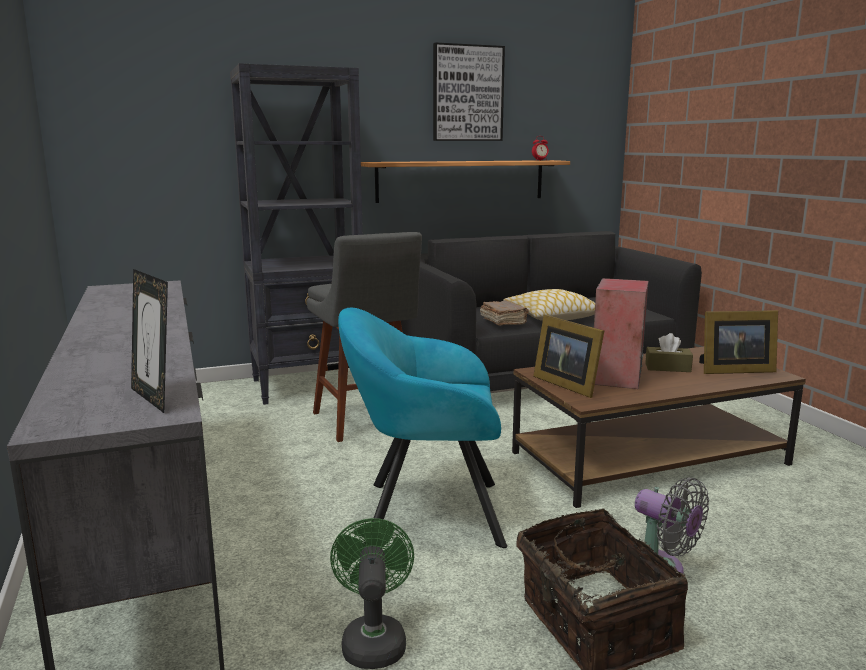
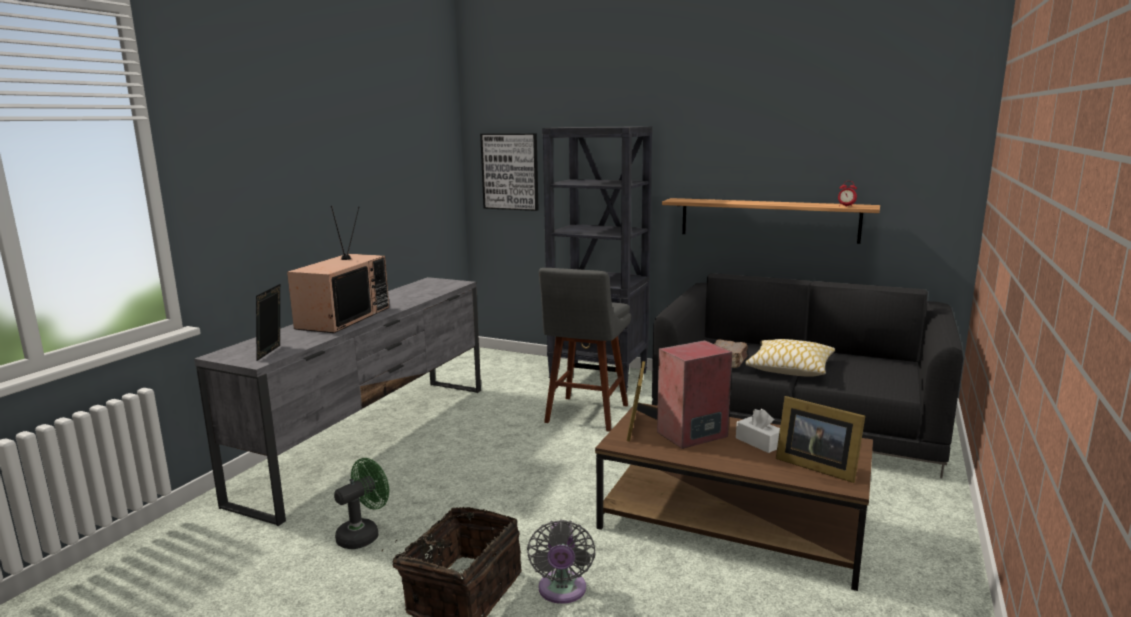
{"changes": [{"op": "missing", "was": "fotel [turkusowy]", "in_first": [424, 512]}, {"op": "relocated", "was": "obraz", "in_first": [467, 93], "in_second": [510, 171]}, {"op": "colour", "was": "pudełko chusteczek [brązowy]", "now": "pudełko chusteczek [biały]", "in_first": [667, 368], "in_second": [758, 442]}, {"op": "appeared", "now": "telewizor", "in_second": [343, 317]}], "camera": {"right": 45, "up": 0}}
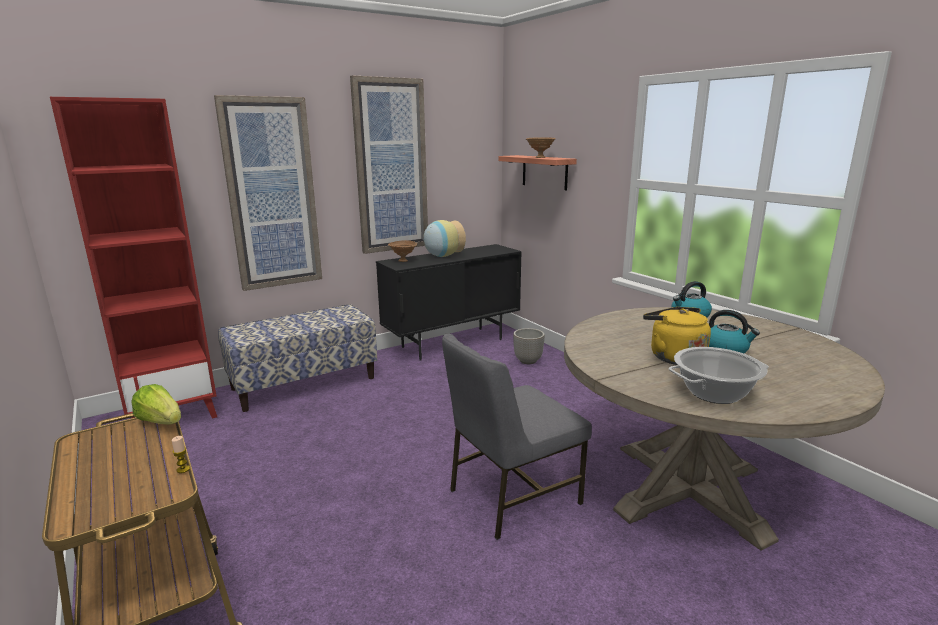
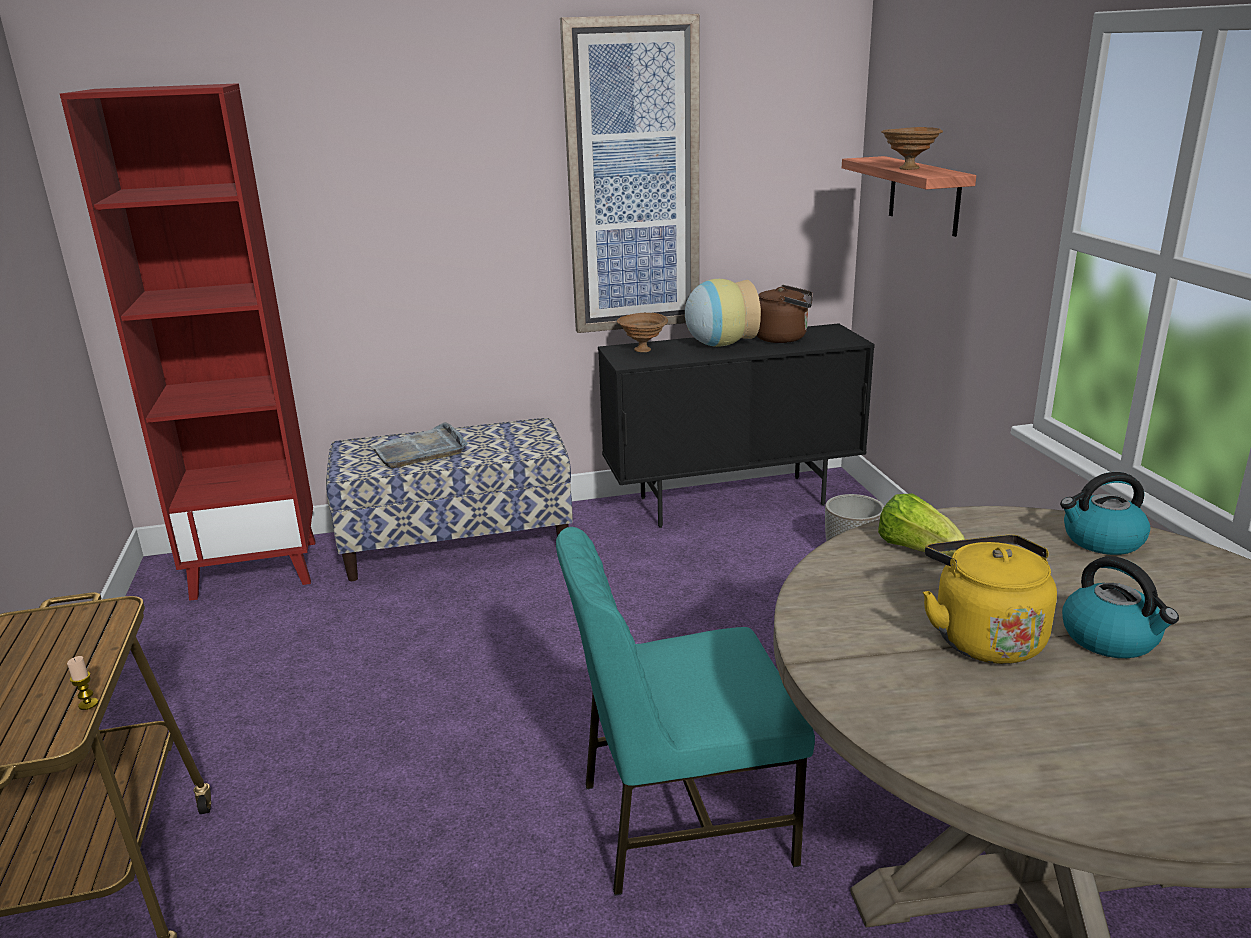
{"changes": [{"op": "relocated", "was": "sałata", "in_first": [161, 421], "in_second": [917, 549]}, {"op": "missing", "was": "obraz", "in_first": [272, 195]}, {"op": "colour", "was": "krzesło [szary]", "now": "krzesło [turkusowy]", "in_first": [511, 496], "in_second": [681, 820]}, {"op": "missing", "was": "garnek", "in_first": [714, 393]}, {"op": "appeared", "now": "taca [szary]", "in_second": [420, 450]}, {"op": "appeared", "now": "czajnik [brązowy]", "in_second": [783, 338]}], "camera": {"right": 20, "up": 5}}
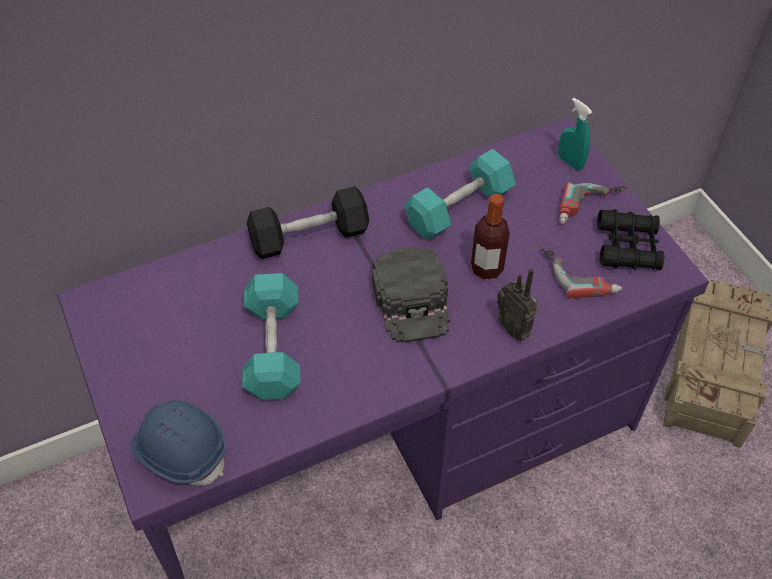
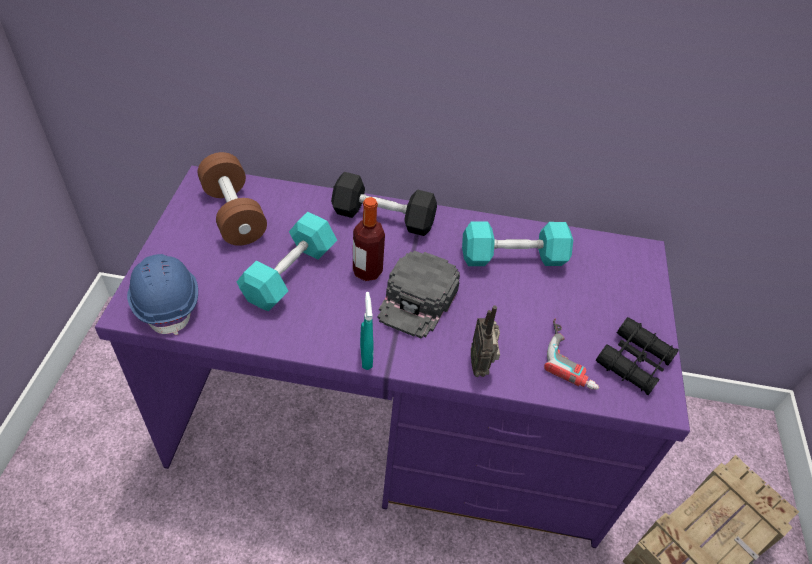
{"changes": [{"op": "relocated", "was": "butelka", "in_first": [486, 268], "in_second": [367, 271]}, {"op": "relocated", "was": "spryskiwacz [turkusowy]", "in_first": [570, 162], "in_second": [366, 357]}, {"op": "missing", "was": "wiertarka", "in_first": [591, 208]}, {"op": "appeared", "now": "hantel [brązowy]", "in_second": [234, 214]}], "camera": {"right": 30, "up": -5}}
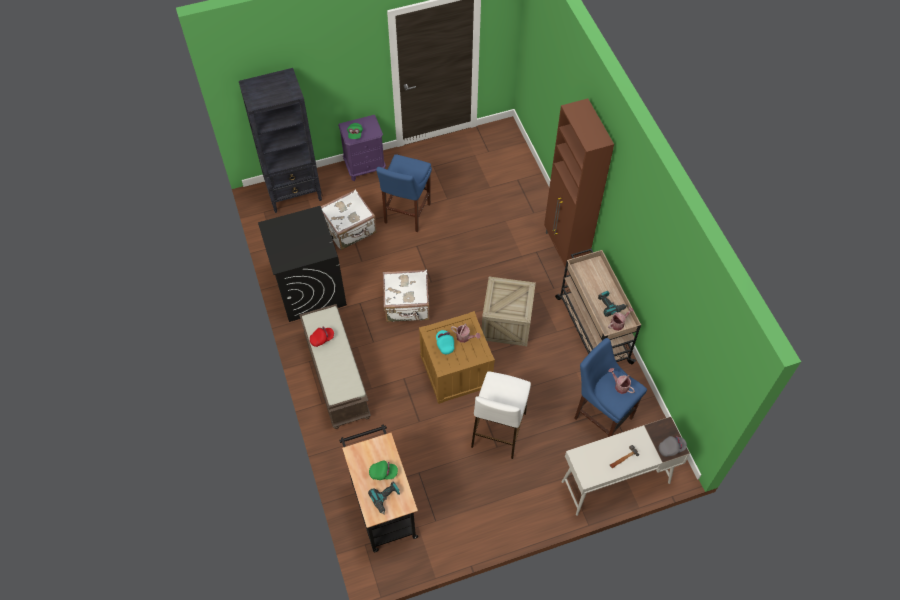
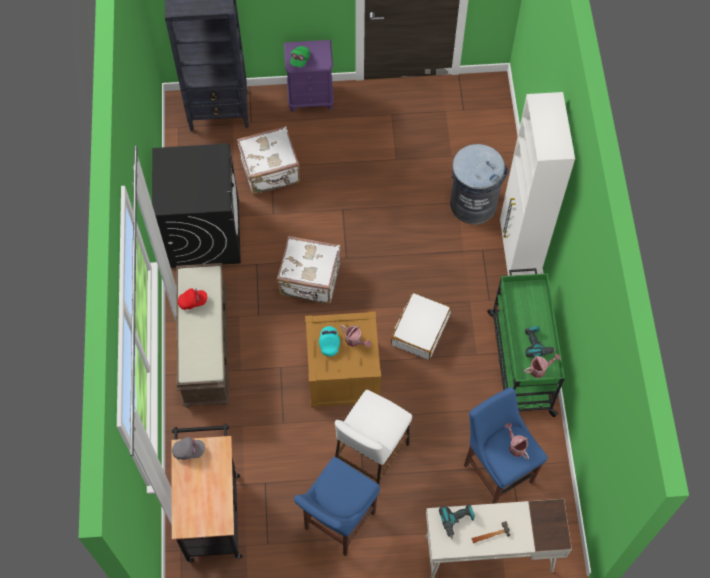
{"changes": [{"op": "relocated", "was": "wiertarka", "in_first": [386, 498], "in_second": [457, 521]}, {"op": "missing", "was": "czapka z daszkiem [zielony]", "in_first": [383, 473]}, {"op": "relocated", "was": "stołek [niebieski]", "in_first": [406, 215], "in_second": [337, 523]}, {"op": "exchanged", "was": "skrzynka", "now": "walizka [biały]", "in_first": [506, 323], "in_second": [420, 330]}, {"op": "colour", "was": "szafka [brązowy]", "now": "szafka [biały]", "in_first": [564, 250], "in_second": [517, 256]}, {"op": "colour", "was": "wózek [beżowy]", "now": "wózek [zielony]", "in_first": [592, 329], "in_second": [520, 362]}, {"op": "relocated", "was": "czapka z daszkiem [szary]", "in_first": [671, 448], "in_second": [189, 451]}, {"op": "appeared", "now": "kosz na śmieci [szary]", "in_second": [473, 203]}], "camera": {"right": 15, "up": 5}}
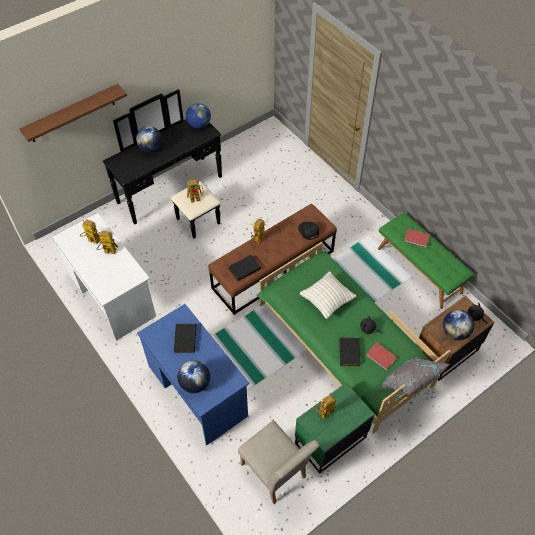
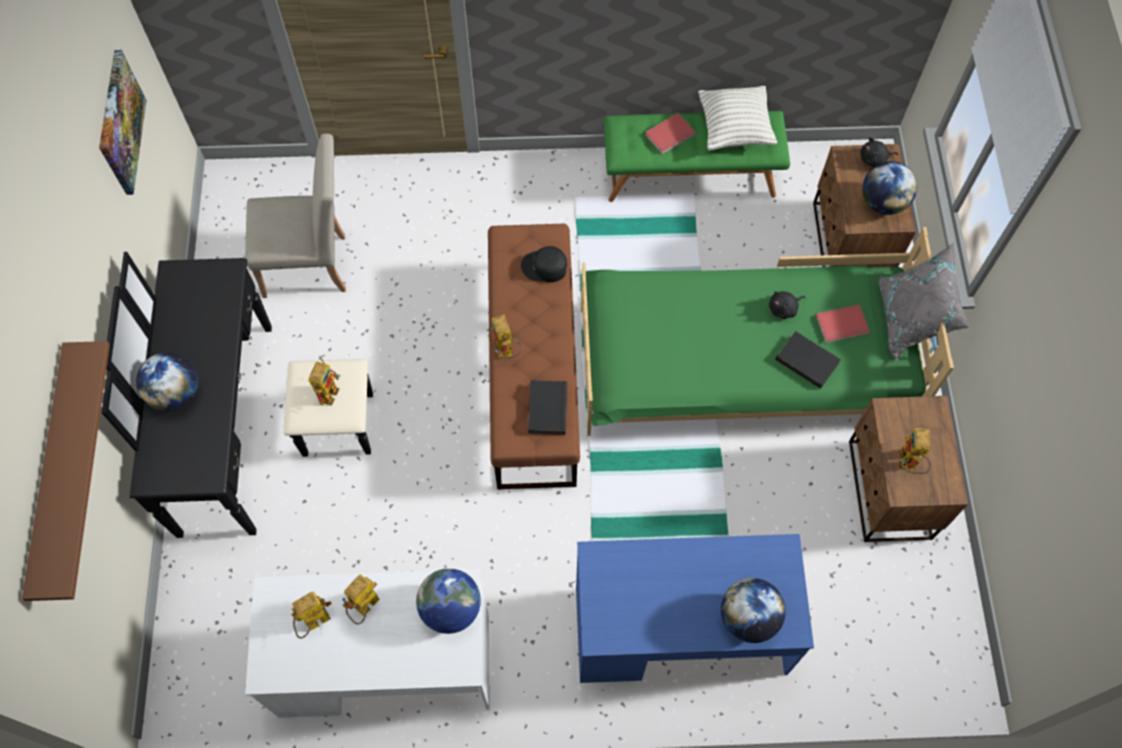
{"changes": [{"op": "missing", "was": "książka [czarny]", "in_first": [184, 339]}, {"op": "relocated", "was": "globus", "in_first": [199, 125], "in_second": [451, 609]}, {"op": "relocated", "was": "krzesło [beżowy]", "in_first": [276, 475], "in_second": [313, 266]}, {"op": "colour", "was": "szafka nocna [zielony]", "now": "szafka nocna [brązowy]", "in_first": [329, 440], "in_second": [888, 490]}, {"op": "relocated", "was": "poduszka", "in_first": [327, 301], "in_second": [734, 129]}, {"op": "appeared", "now": "obraz", "in_second": [120, 123]}], "camera": {"right": -55, "up": 10}}
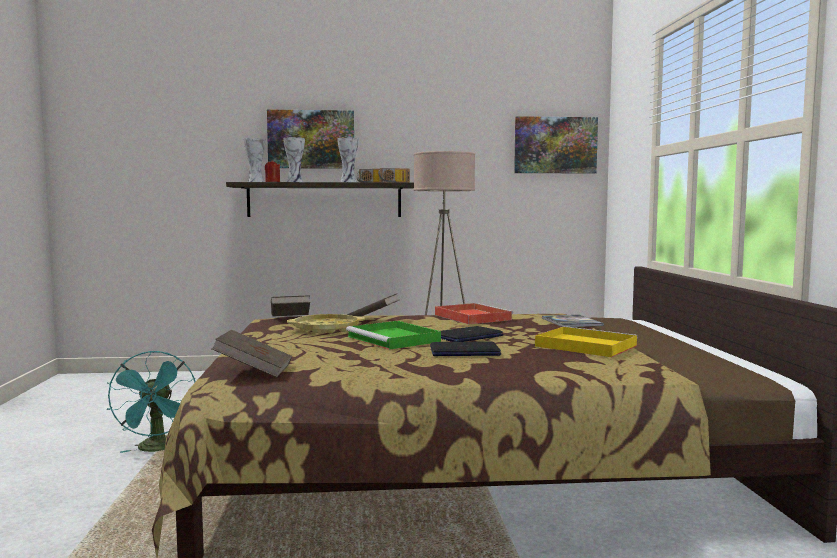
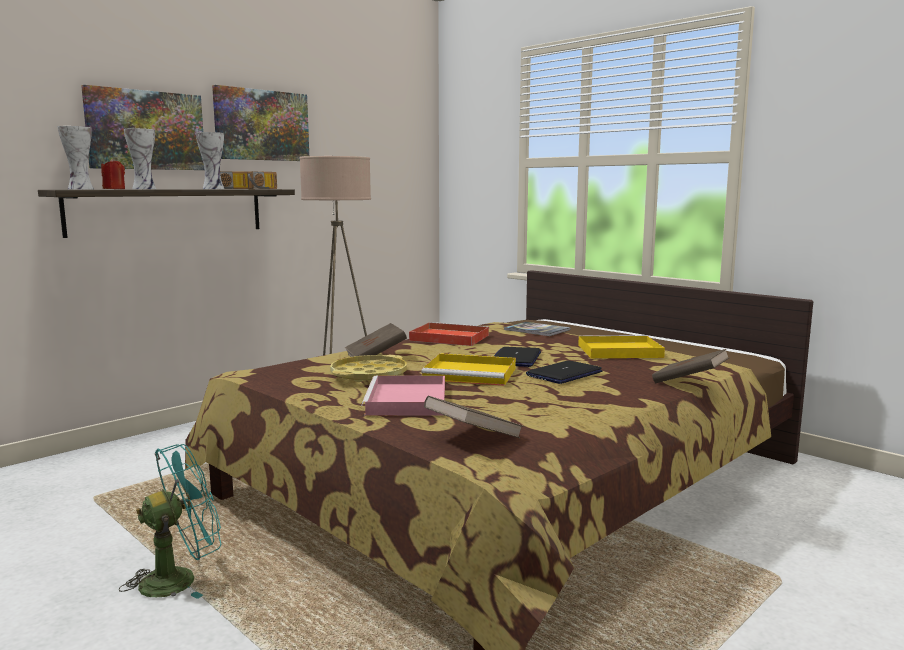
{"changes": [{"op": "spun", "was": "wentylator [turkusowy]", "in_first": [157, 449], "in_second": [179, 578], "clockwise": -75}, {"op": "relocated", "was": "książka [brązowy]", "in_first": [290, 319], "in_second": [689, 382]}, {"op": "colour", "was": "taca [zielony]", "now": "taca [żółty]", "in_first": [394, 339], "in_second": [472, 374]}, {"op": "relocated", "was": "obraz", "in_first": [555, 145], "in_second": [262, 125]}, {"op": "appeared", "now": "taca [różowy]", "in_second": [407, 401]}], "camera": {"right": -40, "up": 5}}
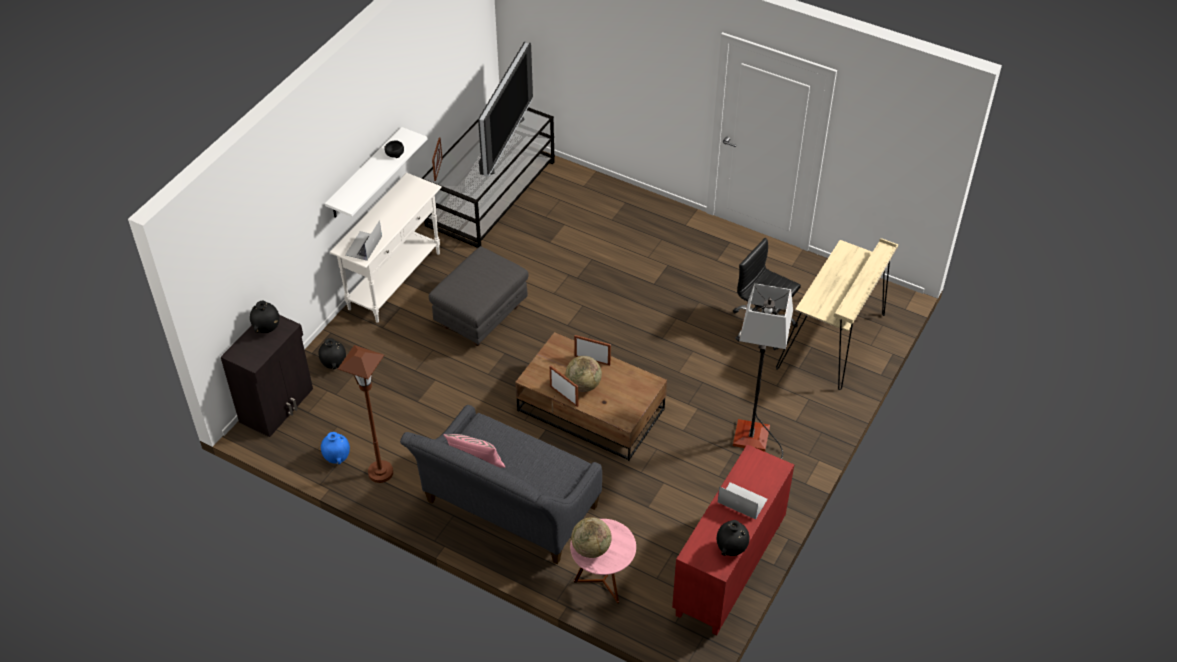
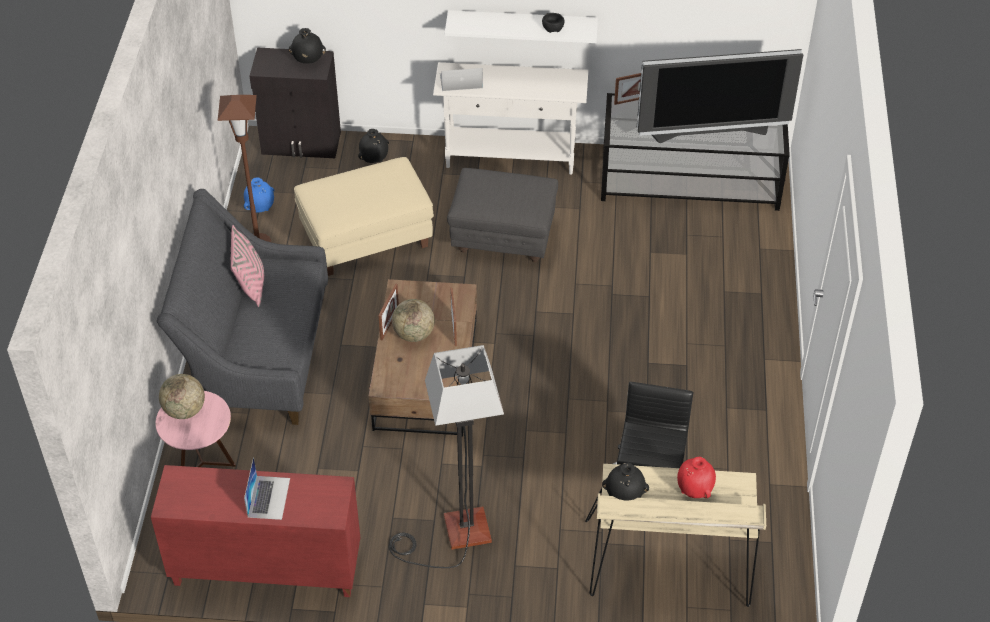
{"changes": [{"op": "relocated", "was": "wazon [czarny]", "in_first": [731, 548], "in_second": [624, 497]}, {"op": "appeared", "now": "pufa [beżowy]", "in_second": [366, 238]}, {"op": "appeared", "now": "wazon [czerwony]", "in_second": [694, 491]}], "camera": {"right": 65, "up": 0}}
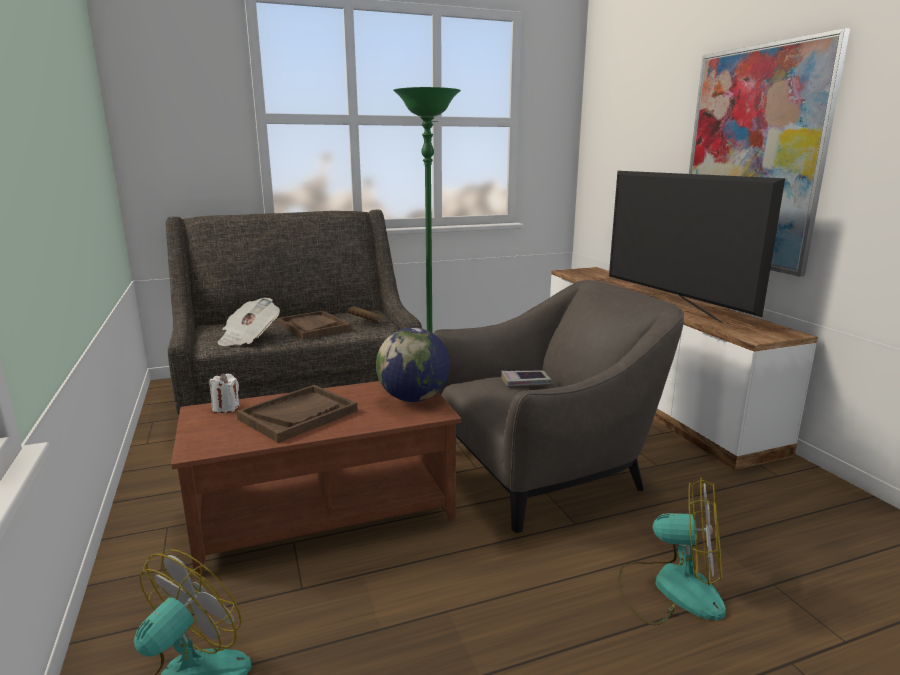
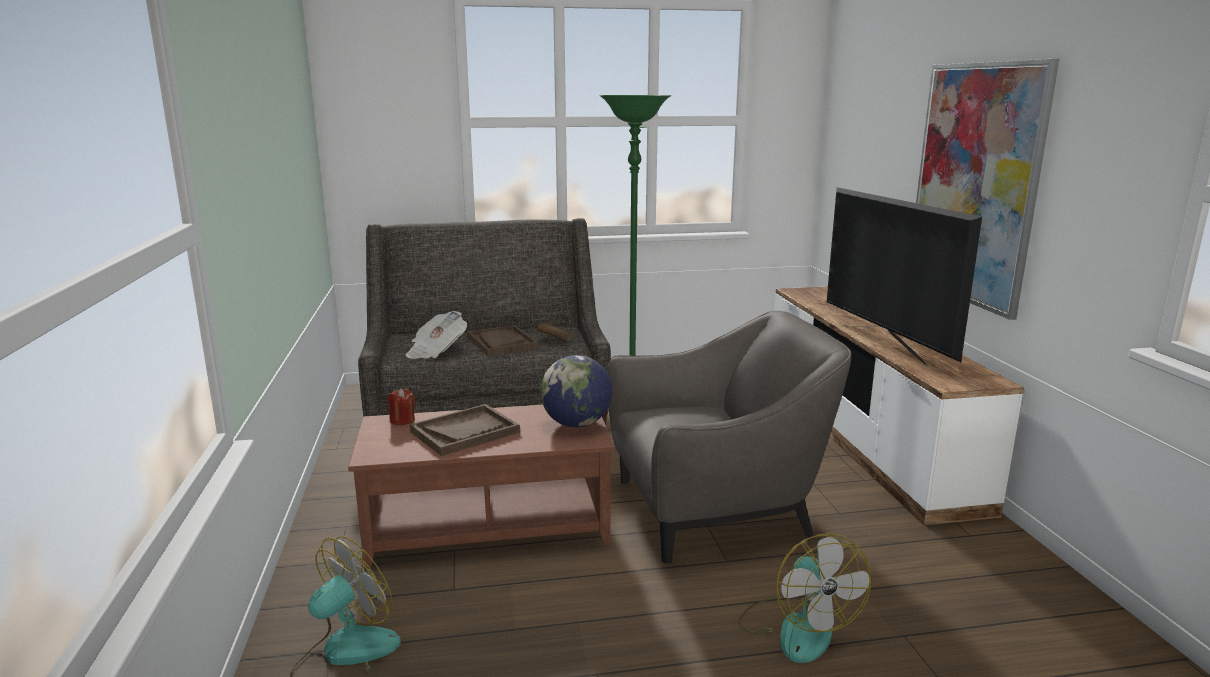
{"changes": [{"op": "colour", "was": "świeca [biały]", "now": "świeca [czerwony]", "in_first": [226, 408], "in_second": [402, 420]}, {"op": "missing", "was": "książka", "in_first": [525, 382]}, {"op": "spun", "was": "wentylator", "in_first": [671, 588], "in_second": [797, 627], "clockwise": 45}], "camera": {"right": 10, "up": 0}}
